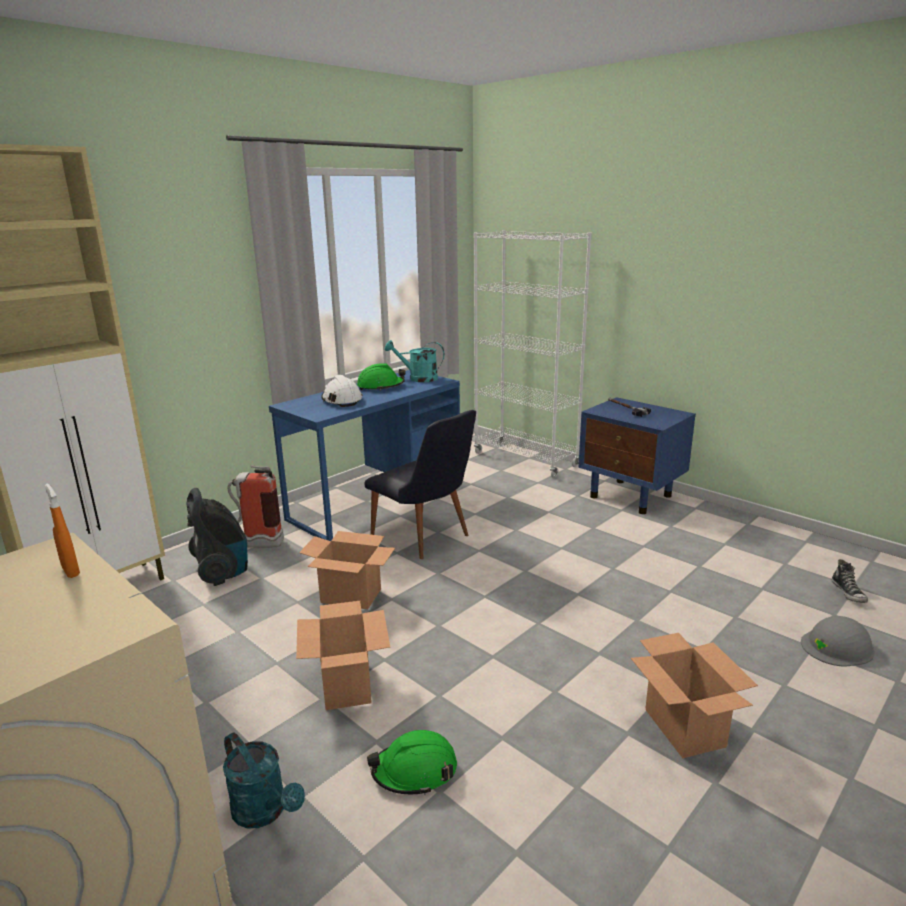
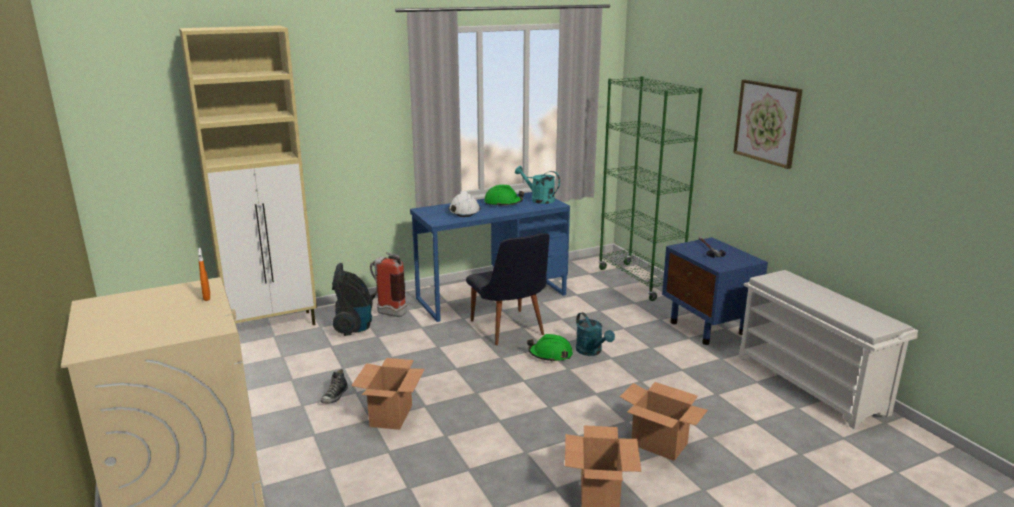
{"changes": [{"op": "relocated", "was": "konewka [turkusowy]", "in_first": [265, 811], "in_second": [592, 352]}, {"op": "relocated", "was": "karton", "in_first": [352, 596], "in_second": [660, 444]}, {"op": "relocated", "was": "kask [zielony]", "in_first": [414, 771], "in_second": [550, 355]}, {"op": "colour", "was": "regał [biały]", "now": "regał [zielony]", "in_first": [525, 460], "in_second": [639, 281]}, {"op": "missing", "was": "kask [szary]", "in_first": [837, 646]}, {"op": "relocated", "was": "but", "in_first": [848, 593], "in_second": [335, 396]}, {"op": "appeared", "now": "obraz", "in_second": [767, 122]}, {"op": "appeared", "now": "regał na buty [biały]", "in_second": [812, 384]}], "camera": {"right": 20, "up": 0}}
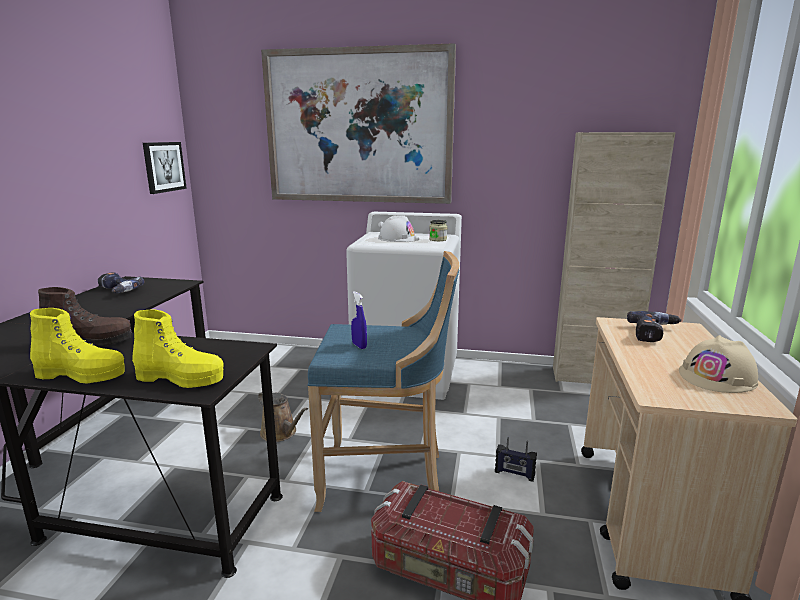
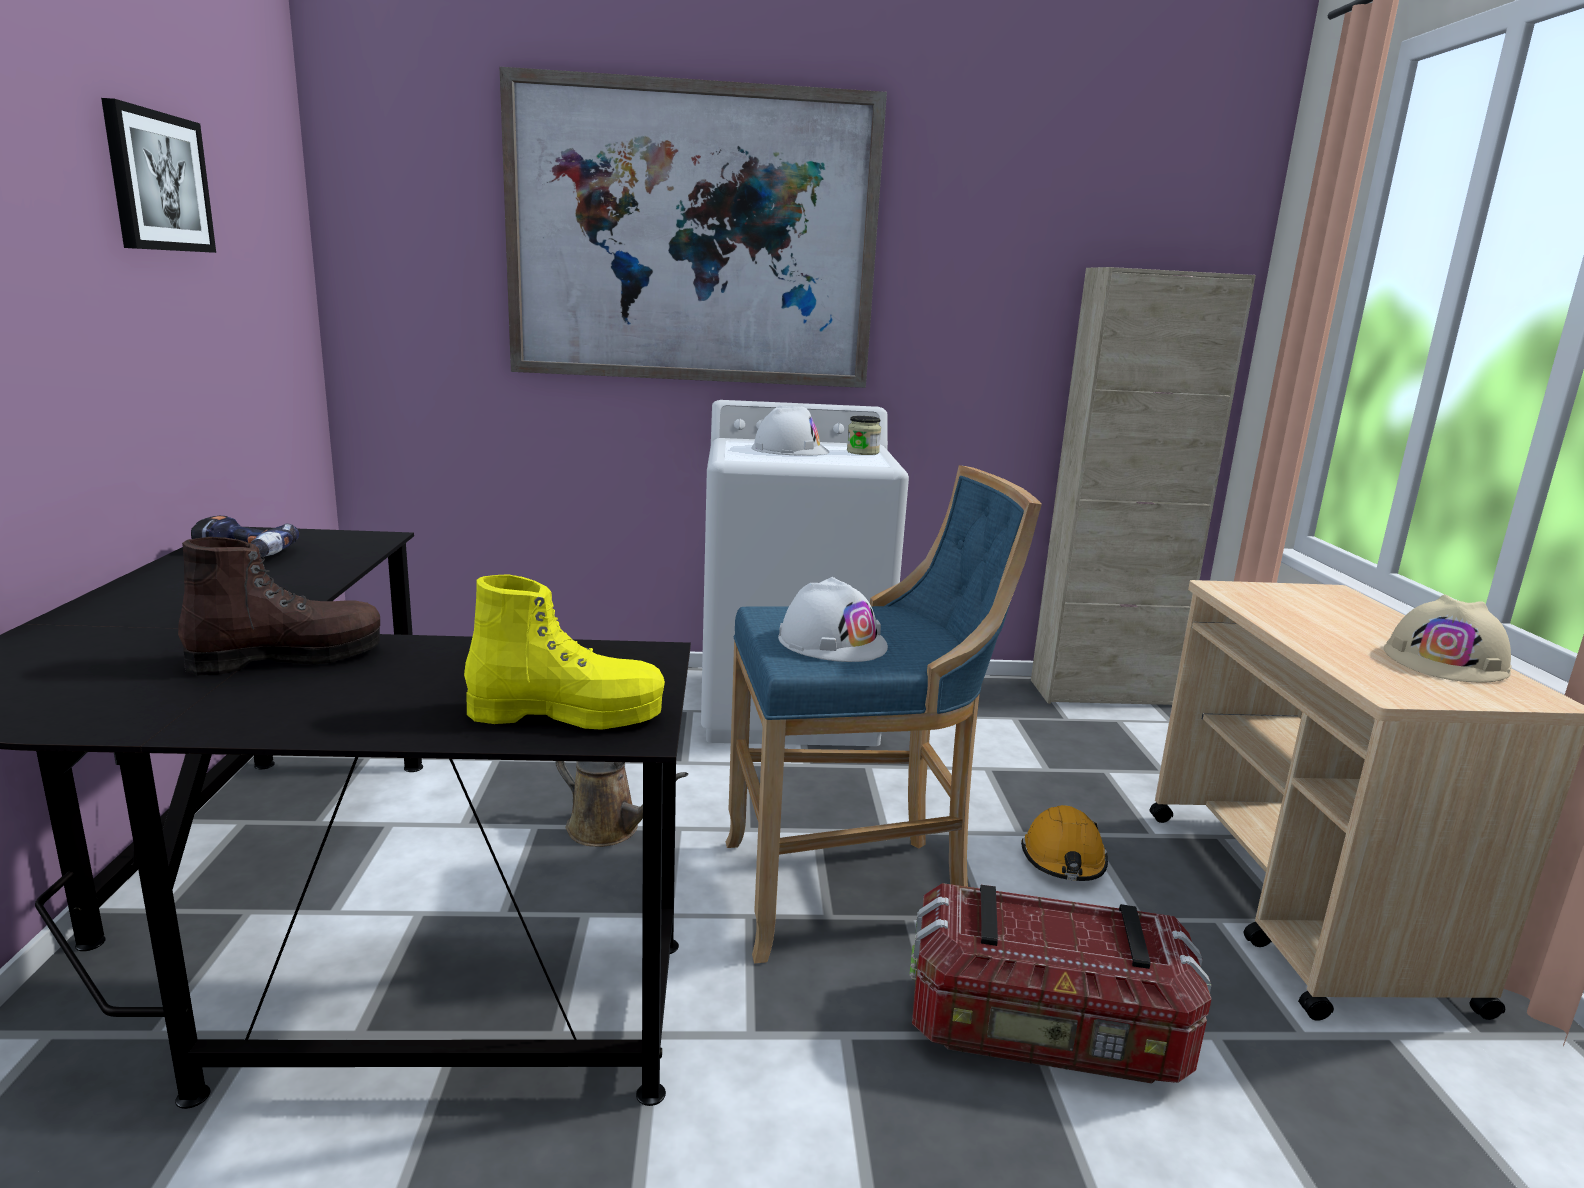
{"changes": [{"op": "missing", "was": "but z cholewką [żółty]", "in_first": [82, 375]}, {"op": "relocated", "was": "obraz", "in_first": [163, 167], "in_second": [157, 182]}, {"op": "exchanged", "was": "spryskiwacz [niebieski]", "now": "kask [biały]", "in_first": [359, 346], "in_second": [832, 642]}, {"op": "exchanged", "was": "radio", "now": "kask [pomarańczowy]", "in_first": [514, 474], "in_second": [1063, 860]}, {"op": "missing", "was": "wiertarka", "in_first": [654, 334]}], "camera": {"right": -15, "up": 0}}
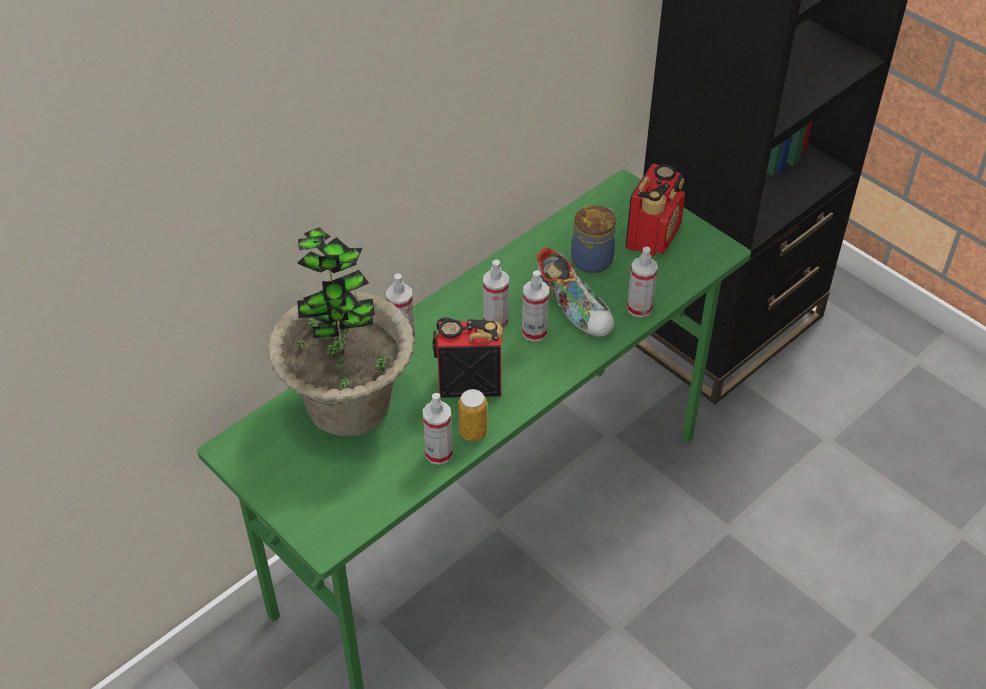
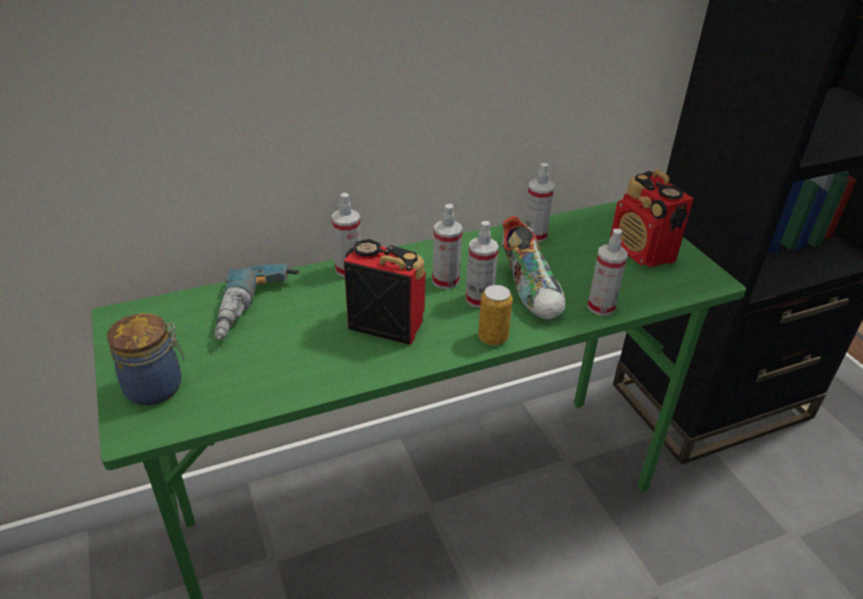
{"changes": [{"op": "exchanged", "was": "roślina doniczkowa", "now": "wiertarka", "in_first": [349, 404], "in_second": [257, 311]}, {"op": "relocated", "was": "spryskiwacz", "in_first": [438, 453], "in_second": [534, 235]}, {"op": "relocated", "was": "puszka", "in_first": [473, 432], "in_second": [492, 337]}, {"op": "relocated", "was": "słoik", "in_first": [593, 259], "in_second": [157, 387]}, {"op": "spun", "was": "radio", "in_first": [653, 236], "in_second": [642, 252], "clockwise": 105}], "camera": {"right": 20, "up": -10}}
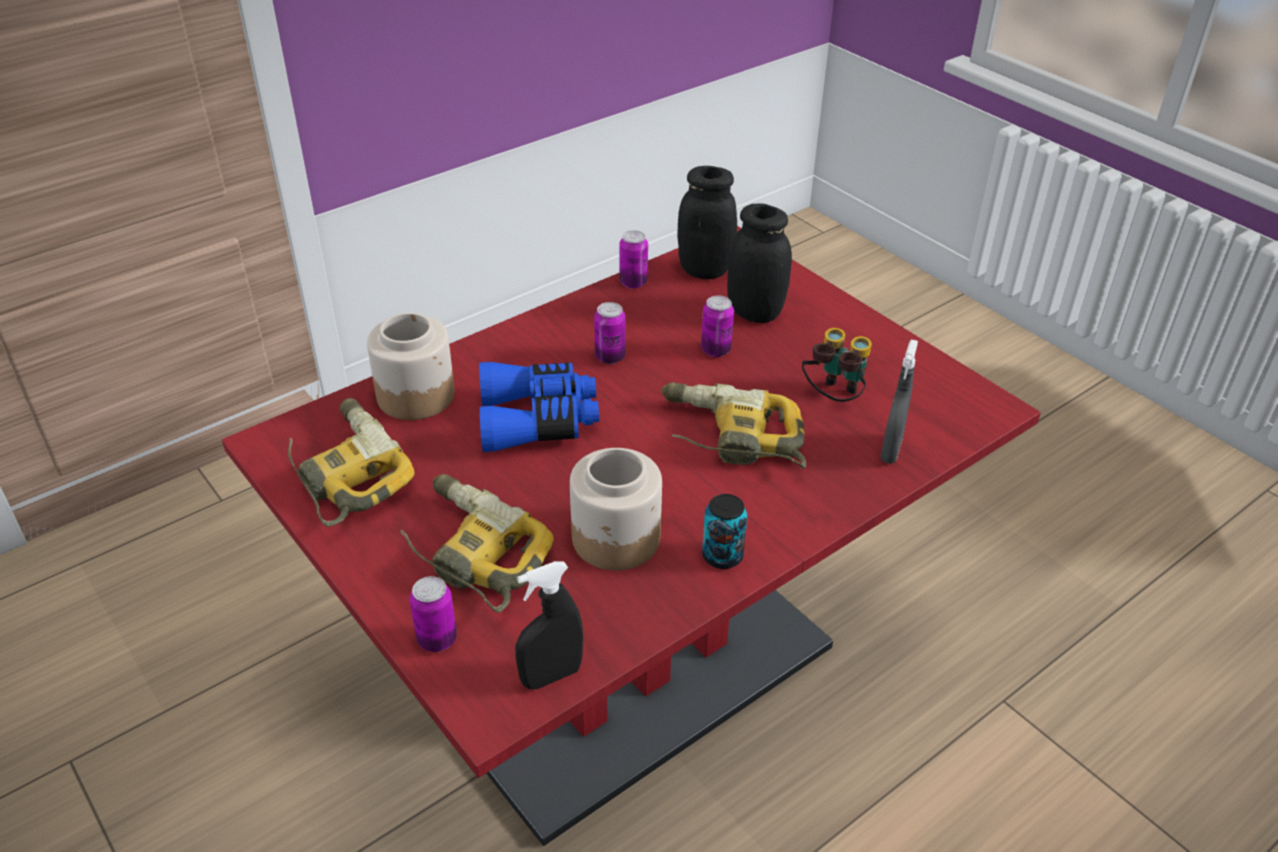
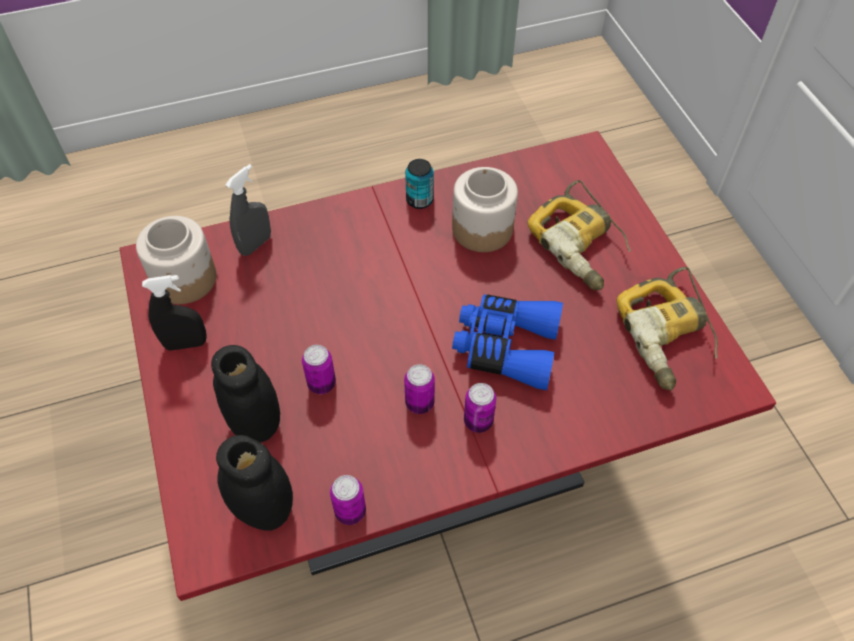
{"changes": [{"op": "relocated", "was": "słoik", "in_first": [416, 395], "in_second": [184, 279]}, {"op": "relocated", "was": "puszka", "in_first": [437, 639], "in_second": [478, 421]}, {"op": "relocated", "was": "spryskiwacz [czarny]", "in_first": [551, 676], "in_second": [186, 344]}, {"op": "missing", "was": "wiertarka", "in_first": [730, 438]}, {"op": "missing", "was": "lornetka", "in_first": [833, 398]}], "camera": {"right": -160, "up": 15}}
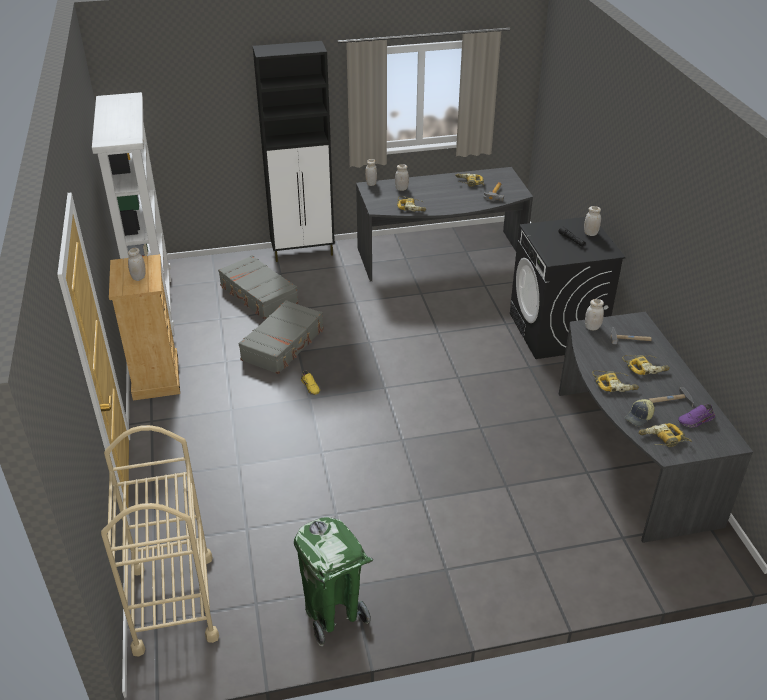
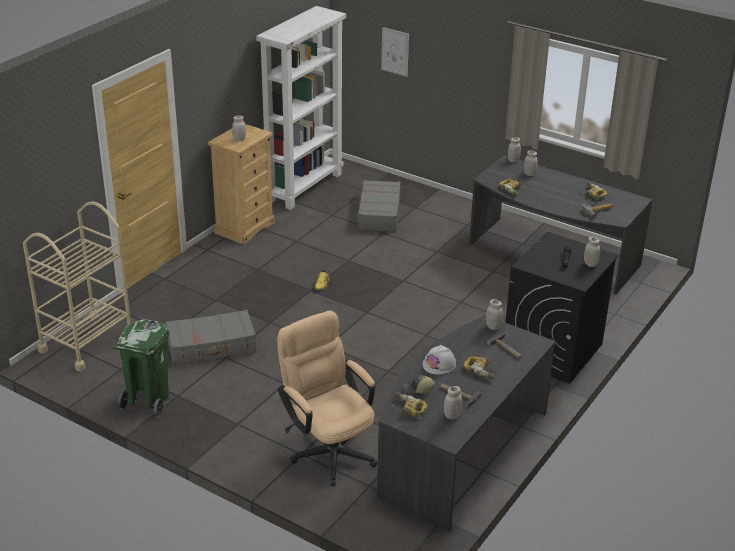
{"changes": [{"op": "relocated", "was": "walizka [szary]", "in_first": [283, 344], "in_second": [212, 346]}, {"op": "missing", "was": "szafka [czarny]", "in_first": [303, 252]}, {"op": "exchanged", "was": "wiertarka", "now": "kask [biały]", "in_first": [614, 384], "in_second": [439, 364]}, {"op": "exchanged", "was": "but [fioletowy]", "now": "słoik [biały]", "in_first": [696, 421], "in_second": [452, 415]}, {"op": "appeared", "now": "krzesło biurowe [beżowy]", "in_second": [328, 449]}, {"op": "appeared", "now": "obraz", "in_second": [395, 51]}], "camera": {"right": 45, "up": -5}}
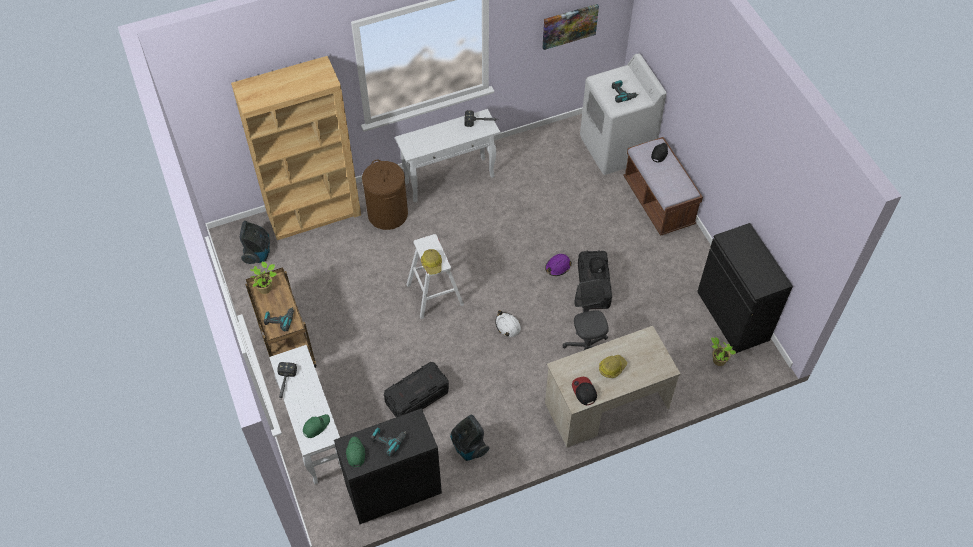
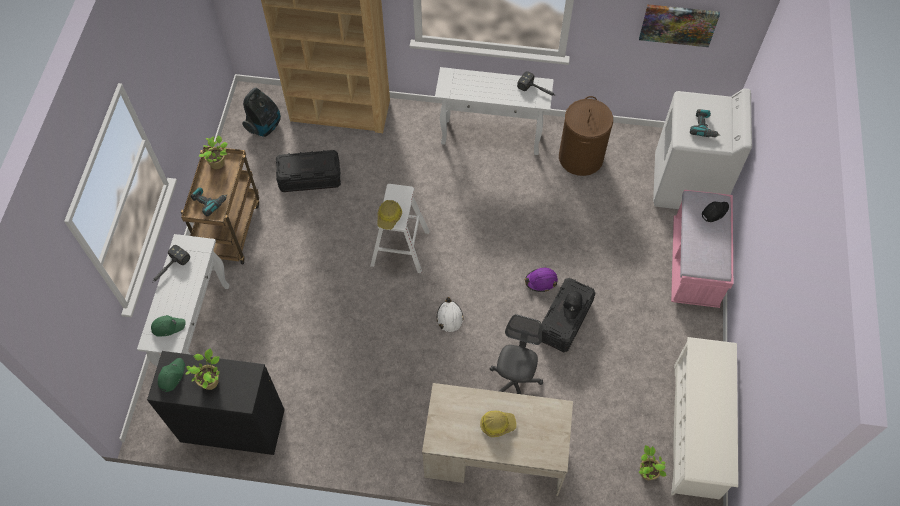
{"changes": [{"op": "relocated", "was": "kosz na pranie [brązowy]", "in_first": [387, 214], "in_second": [580, 157]}, {"op": "exchanged", "was": "wiertarka", "now": "roślina doniczkowa", "in_first": [388, 440], "in_second": [210, 380]}, {"op": "relocated", "was": "pojemnik do przechowywania [czarny]", "in_first": [417, 397], "in_second": [310, 178]}, {"op": "missing", "was": "odkurzacz", "in_first": [468, 447]}, {"op": "missing", "was": "czapka z daszkiem", "in_first": [584, 391]}, {"op": "colour", "was": "ławka [brązowy]", "now": "ławka [różowy]", "in_first": [658, 202], "in_second": [694, 264]}, {"op": "exchanged", "was": "szafka [czarny]", "now": "regał na buty [biały]", "in_first": [733, 315], "in_second": [696, 431]}], "camera": {"right": 30, "up": 5}}
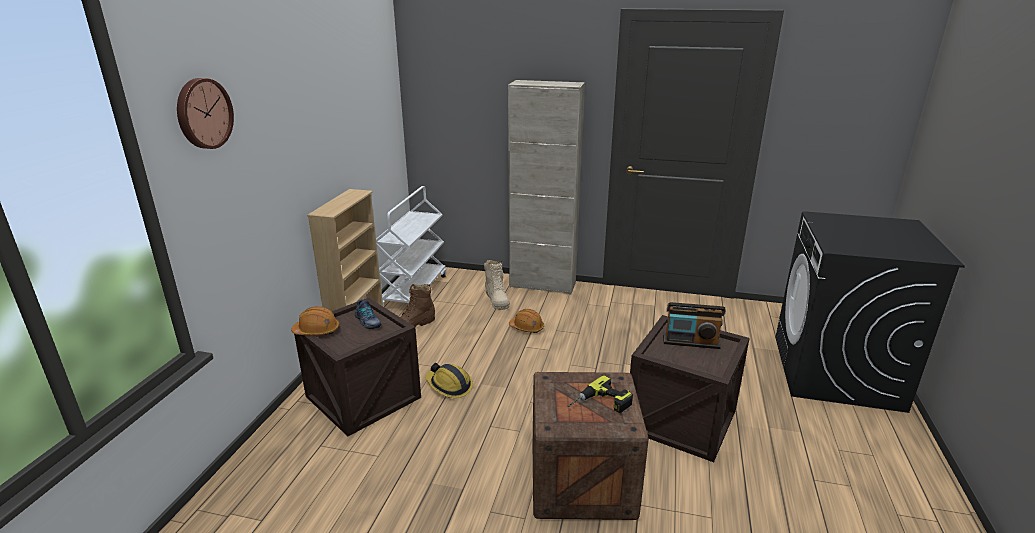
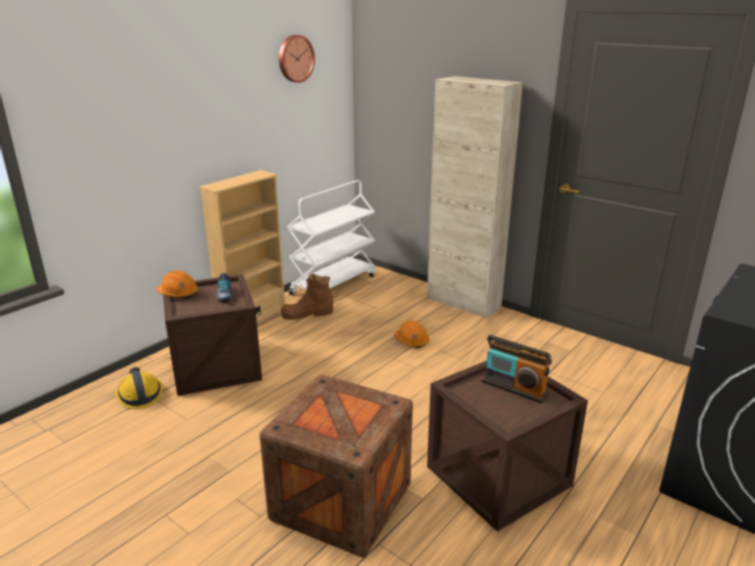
{"changes": [{"op": "relocated", "was": "zegar ścienny", "in_first": [203, 113], "in_second": [295, 58]}, {"op": "relocated", "was": "kask", "in_first": [449, 386], "in_second": [140, 394]}, {"op": "missing", "was": "but z cholewką [beżowy]", "in_first": [497, 299]}, {"op": "missing", "was": "wiertarka", "in_first": [600, 404]}], "camera": {"right": 25, "up": 0}}
